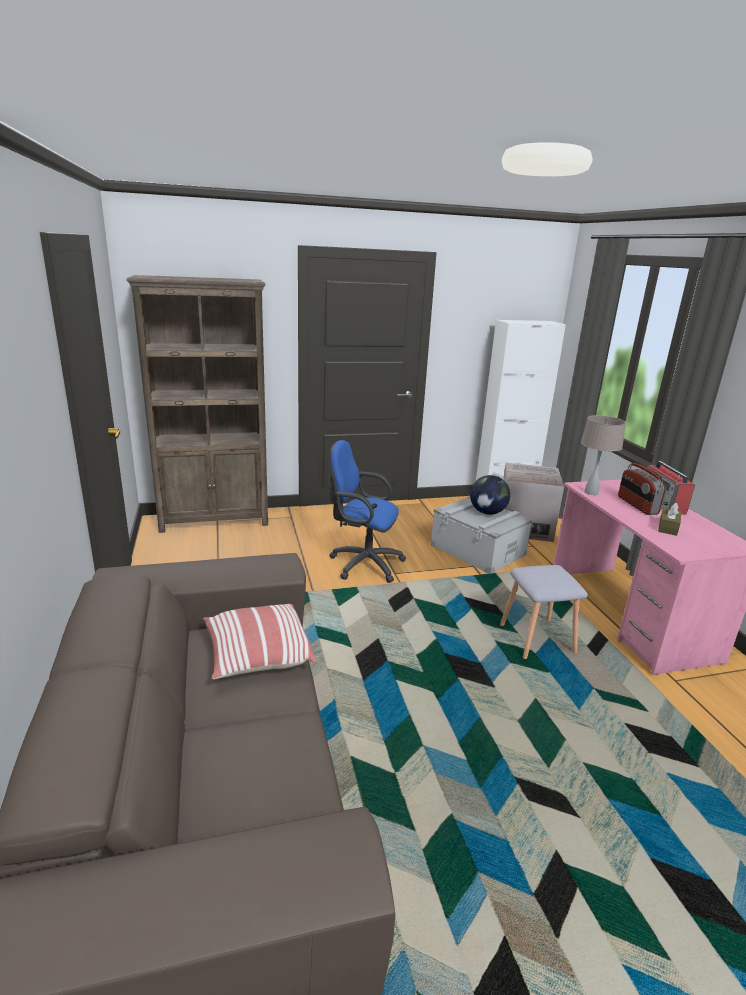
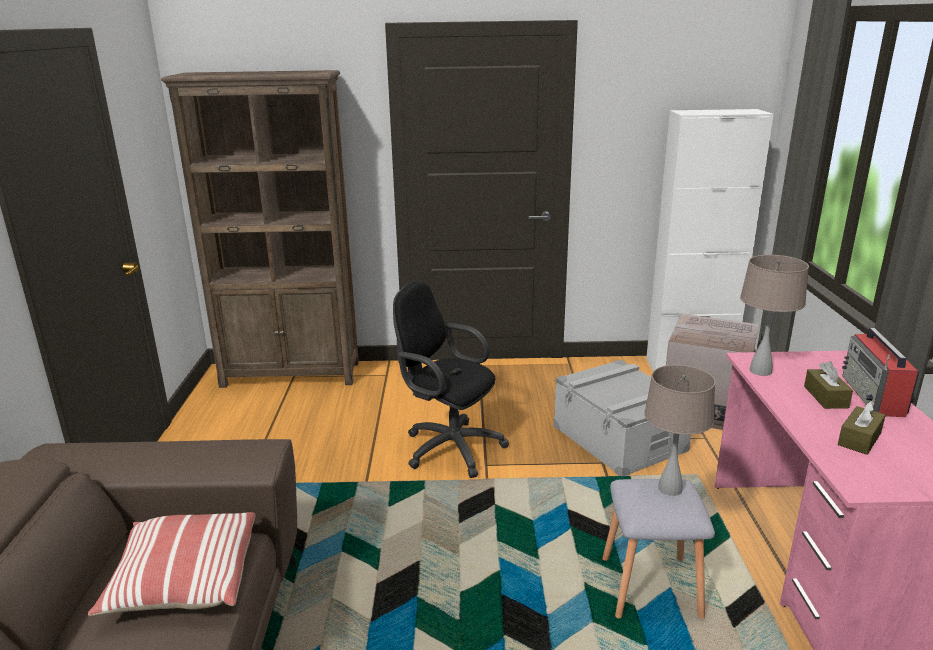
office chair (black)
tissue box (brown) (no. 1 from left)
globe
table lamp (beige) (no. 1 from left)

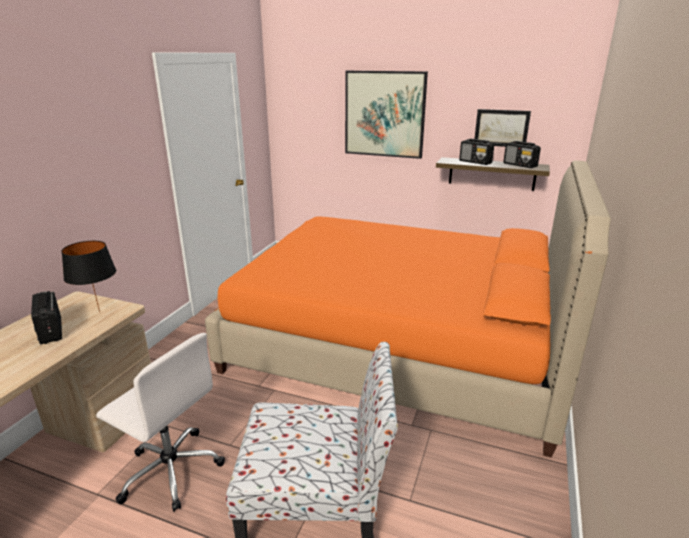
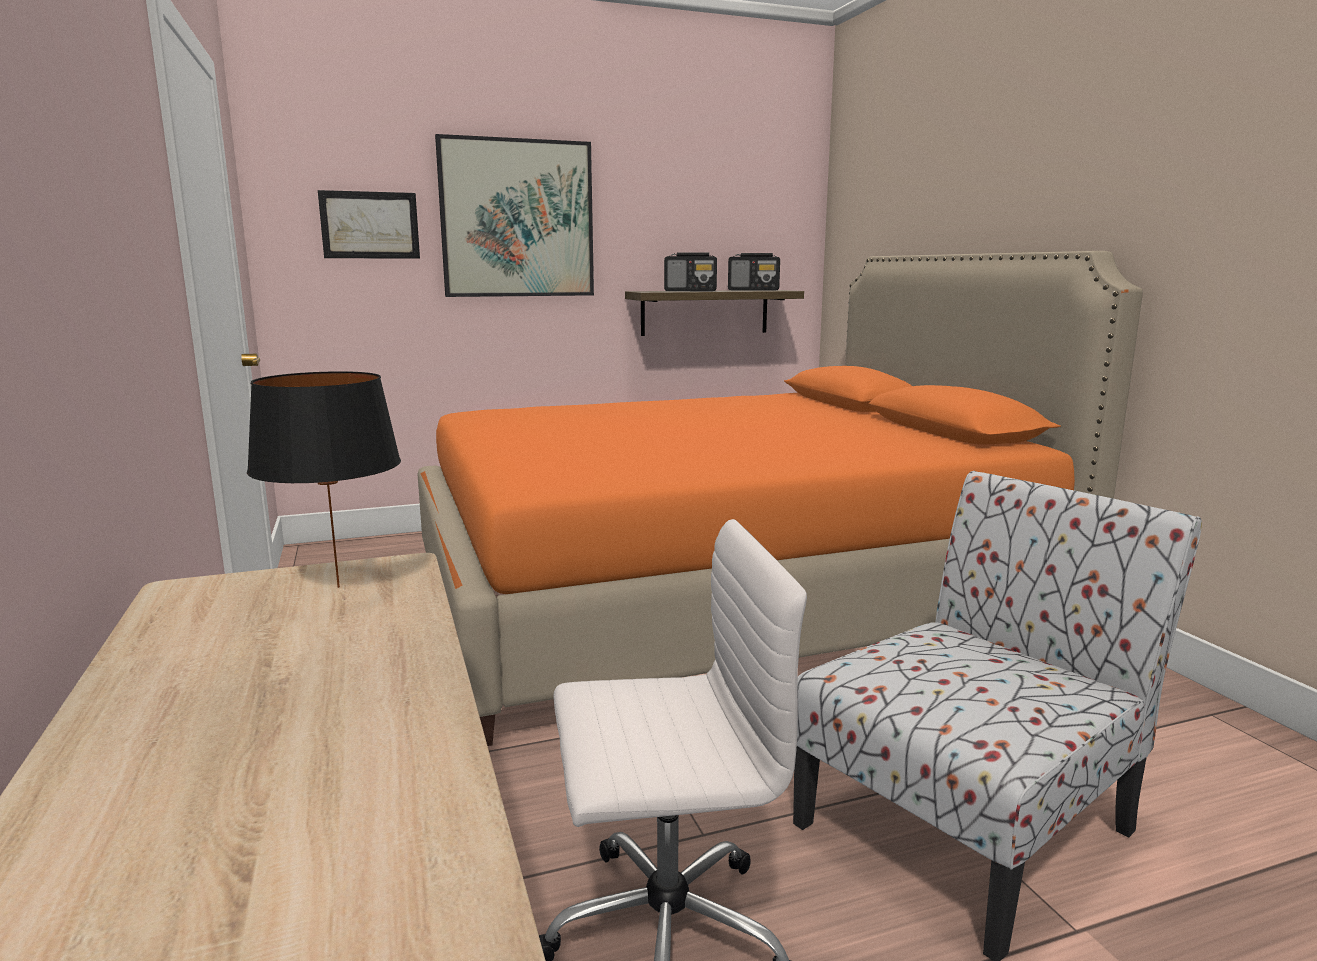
picture (no. 1 from left)
radio (no. 1 from left in the first image)

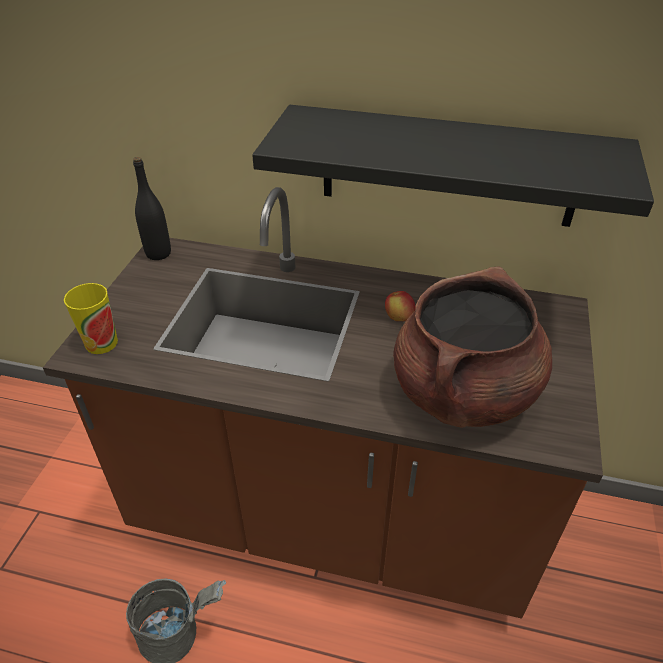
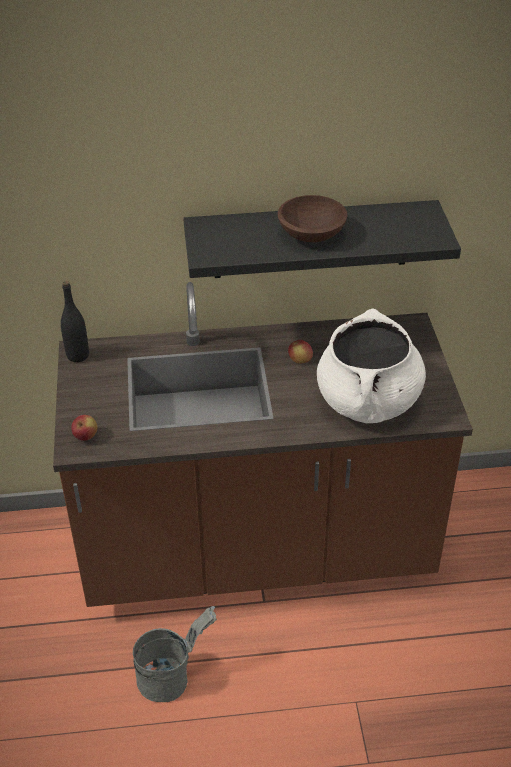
cooking pot (white)
apple (no. 1 from left)
bowl (brown)

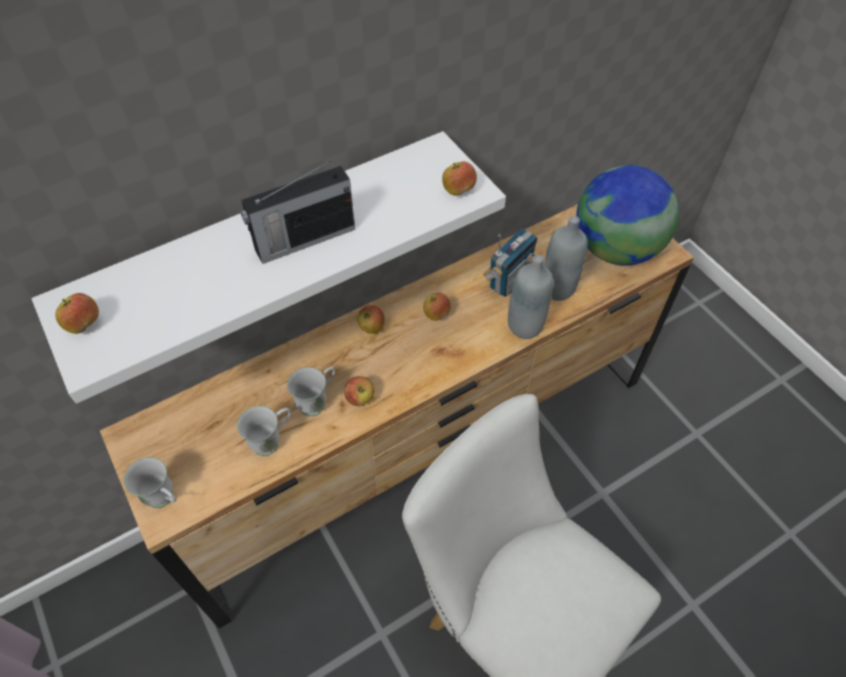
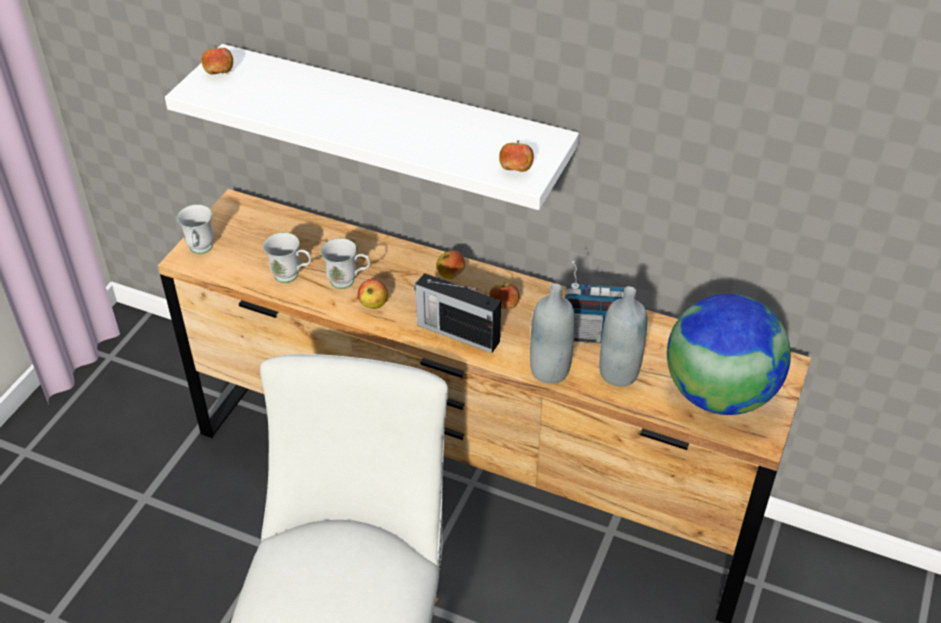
radio (no. 1 from left)

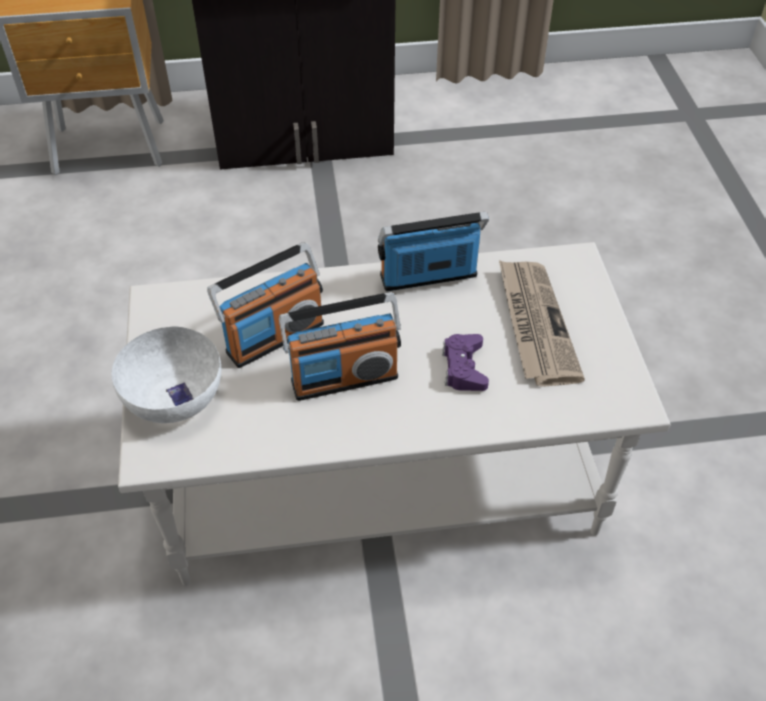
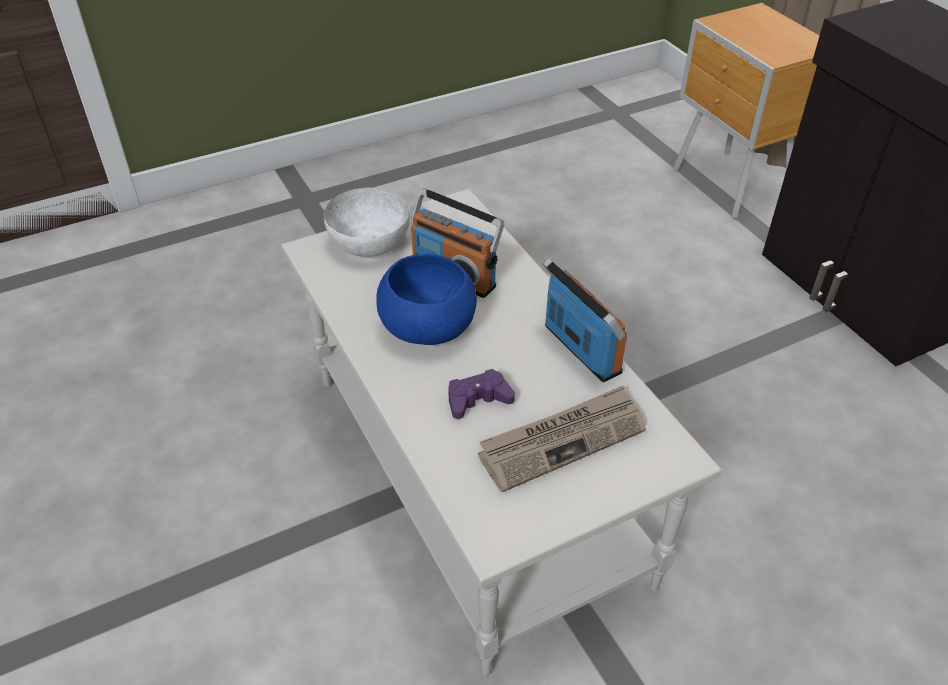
bowl (blue)

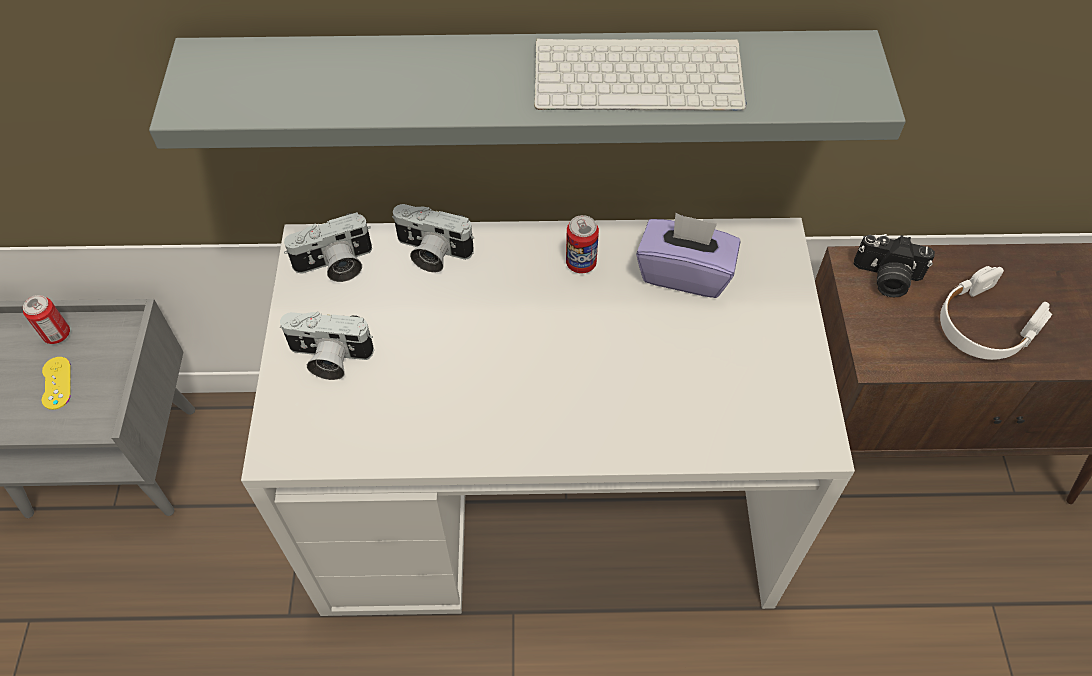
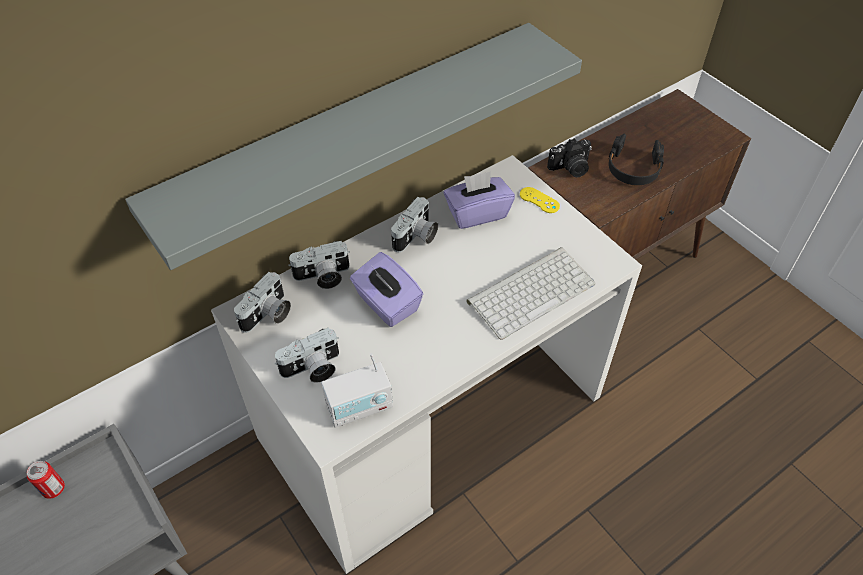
keyboard
photo camera (no. 4 from left)
headphones (black)
game controller (yellow)
tissue box (purple) (no. 1 from left)
radio

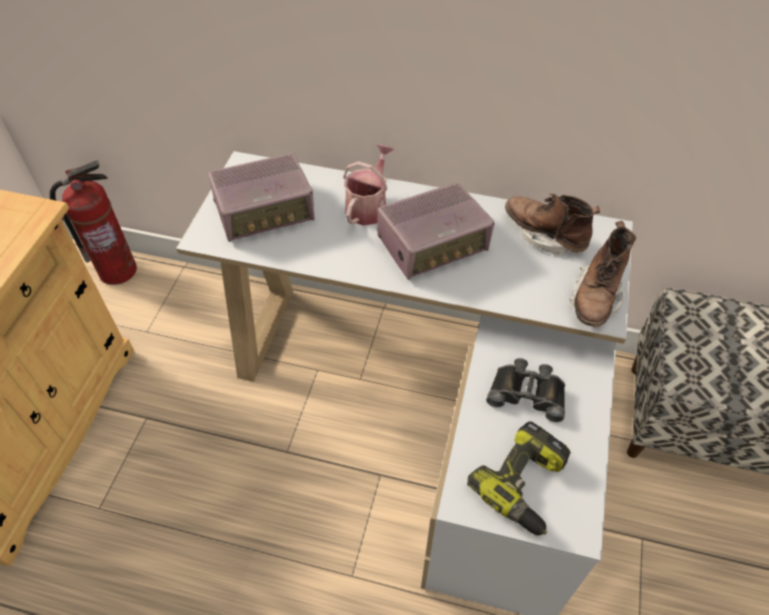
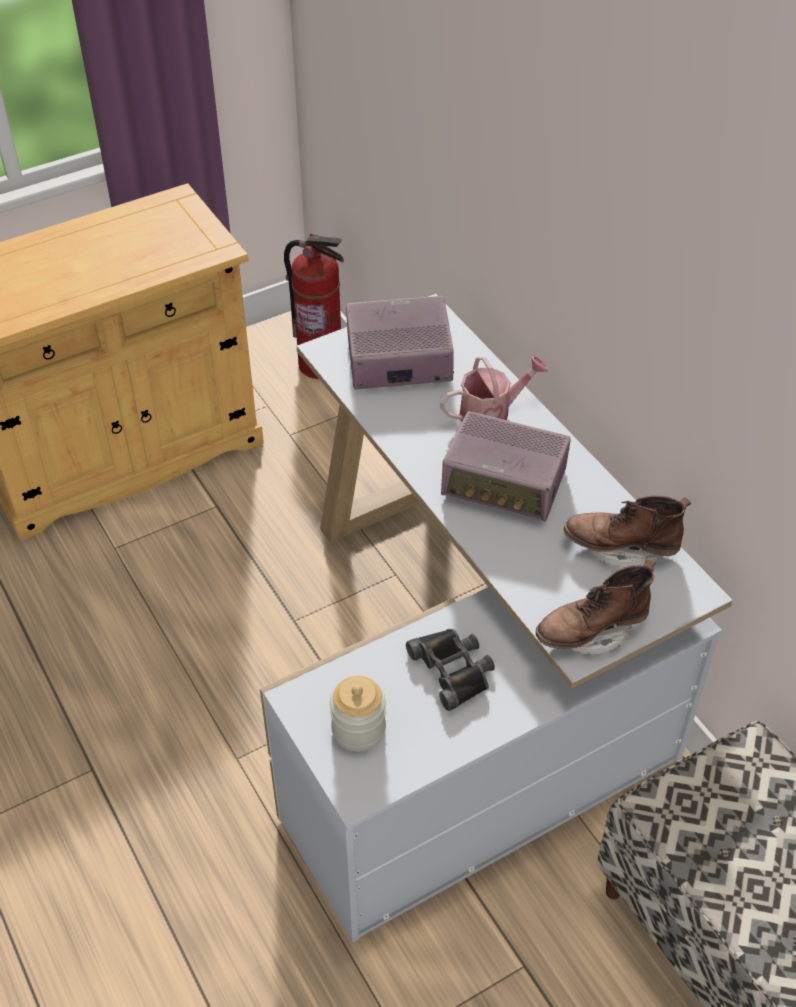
radio (no. 1 from left)
boot (brown) (no. 2 from left)
jar

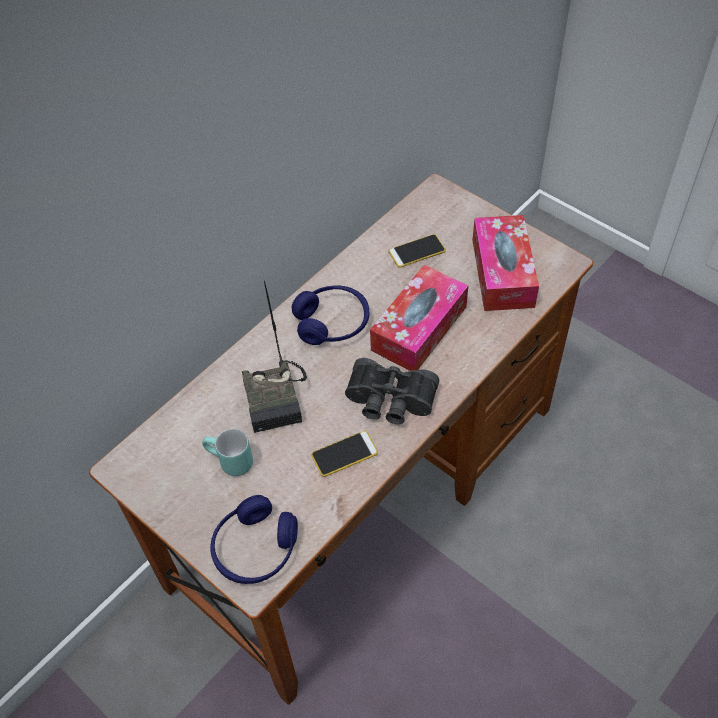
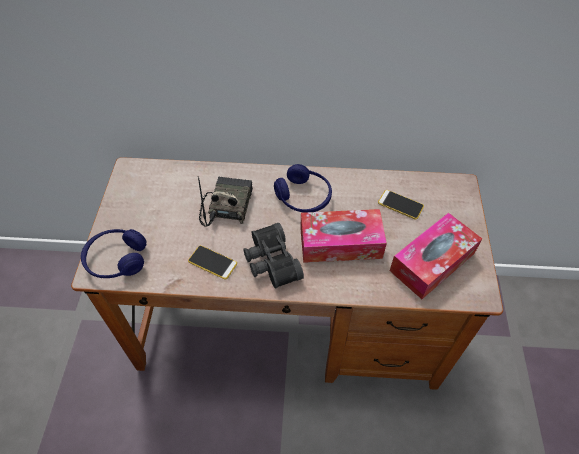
radio
mug (turquoise)

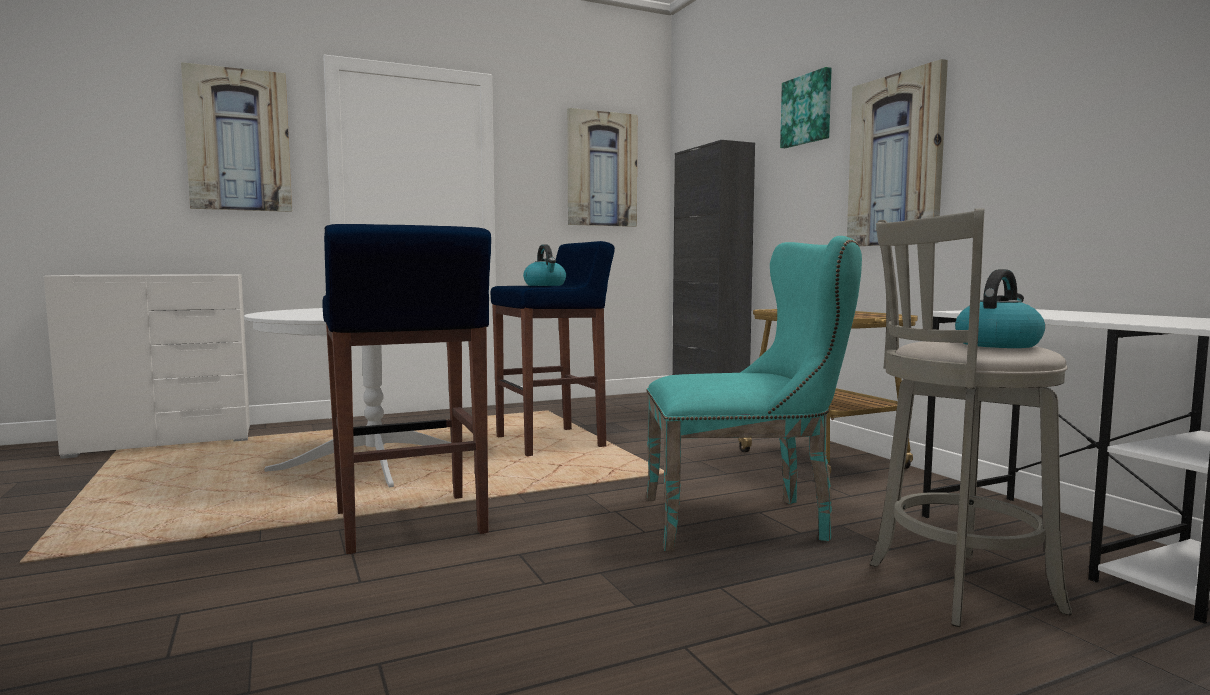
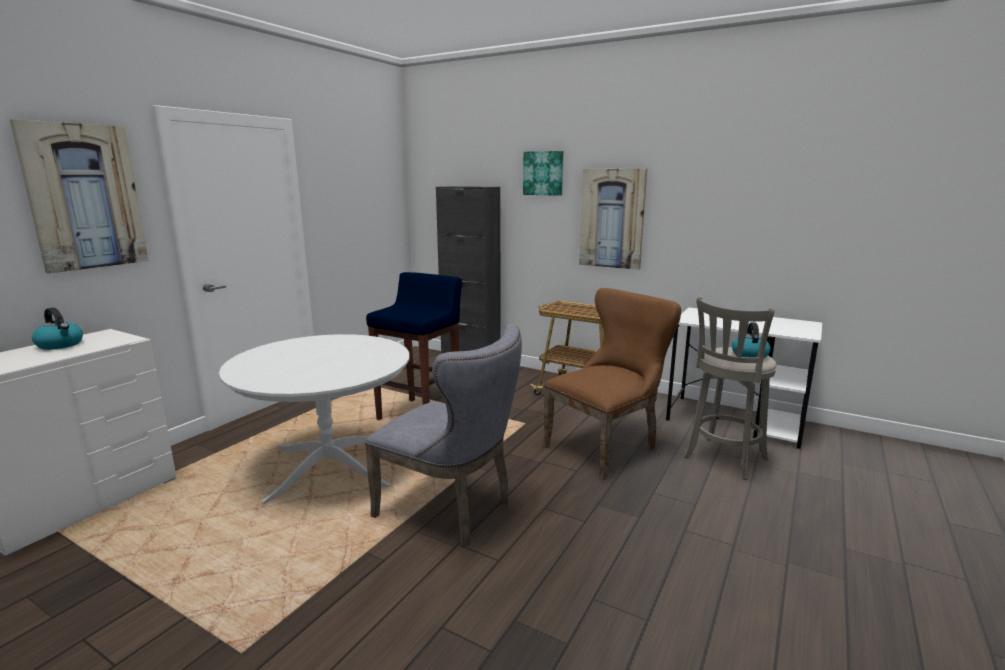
picture (no. 2 from left in the first image)
chair (grey)
chair (brown)
kettle (no. 1 from left)

